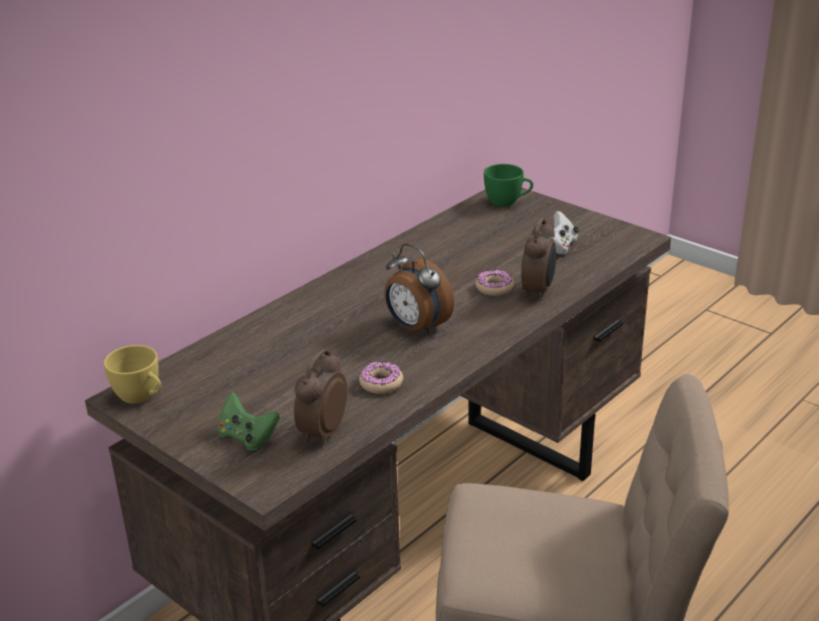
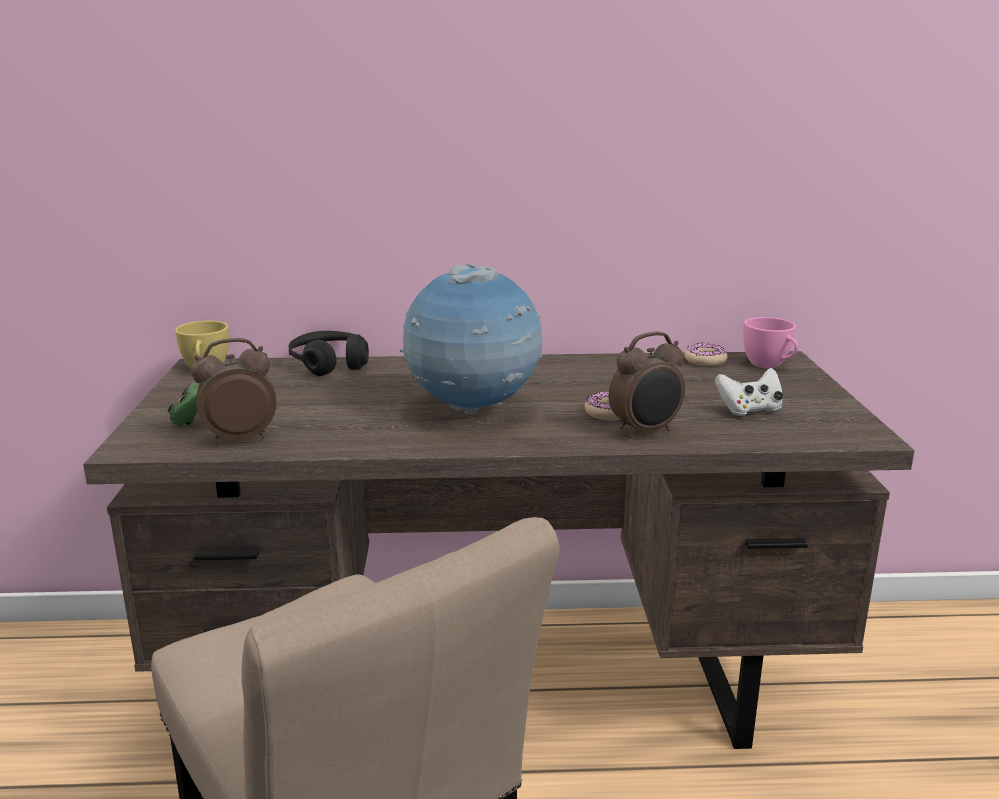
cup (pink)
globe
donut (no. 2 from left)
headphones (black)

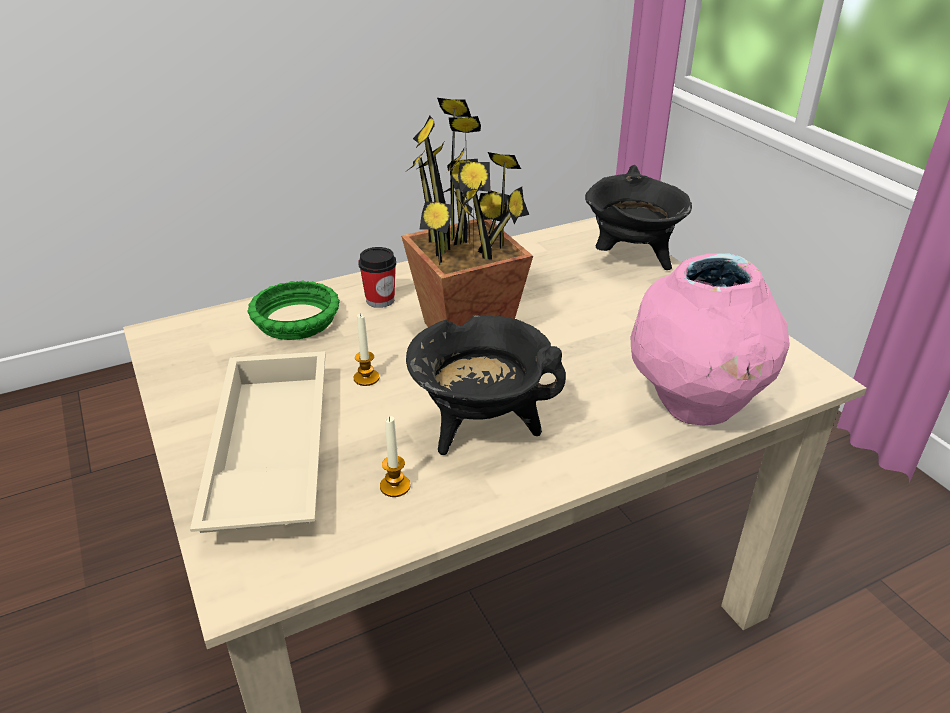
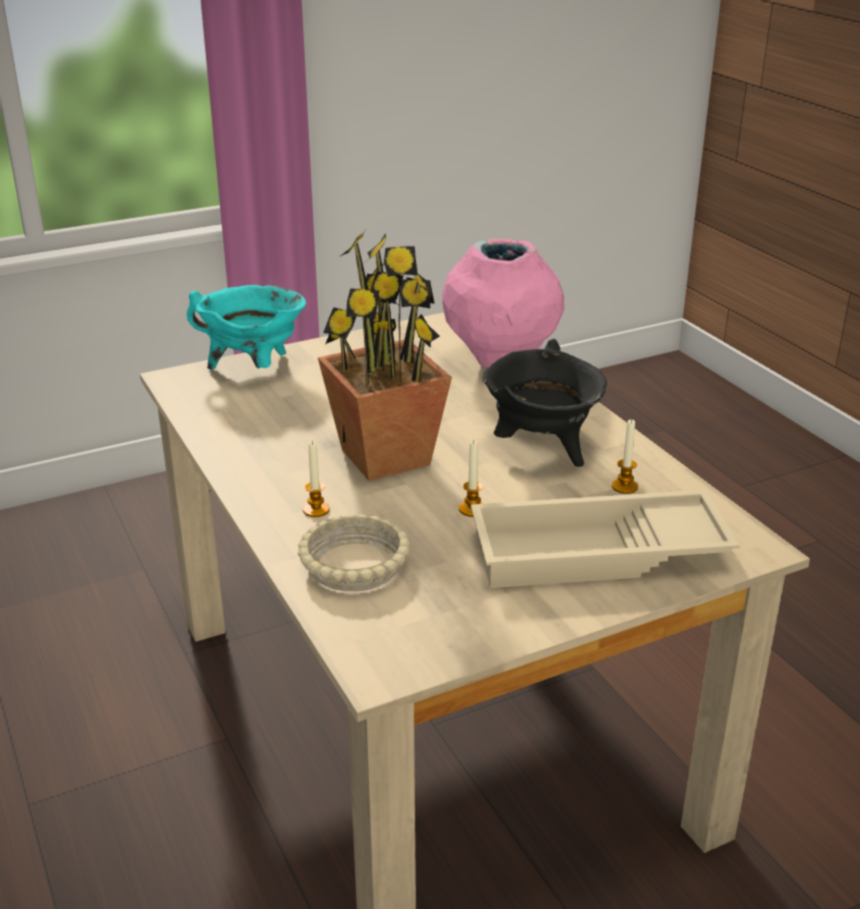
cooking pot (turquoise)
candle (no. 1 from left)
bowl (beige)

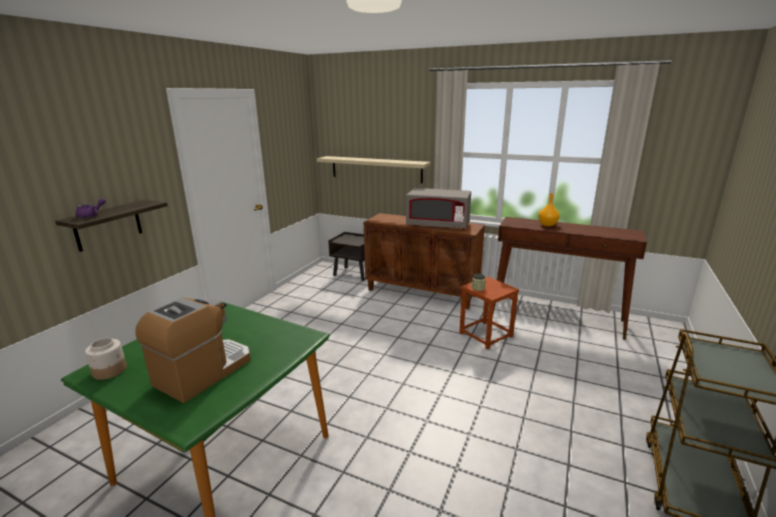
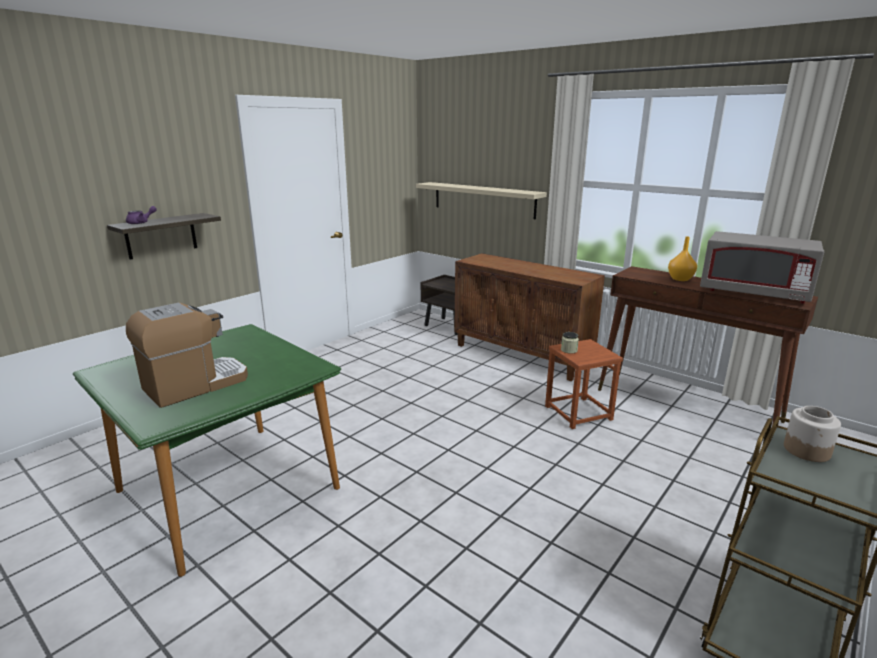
microwave (grey)
jar (no. 2 from left)

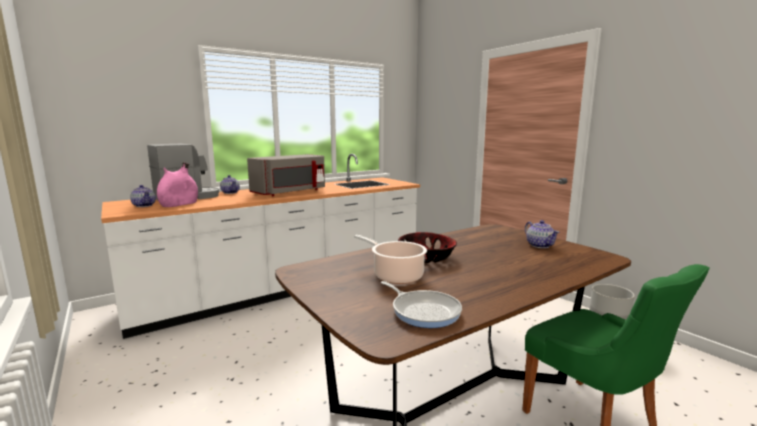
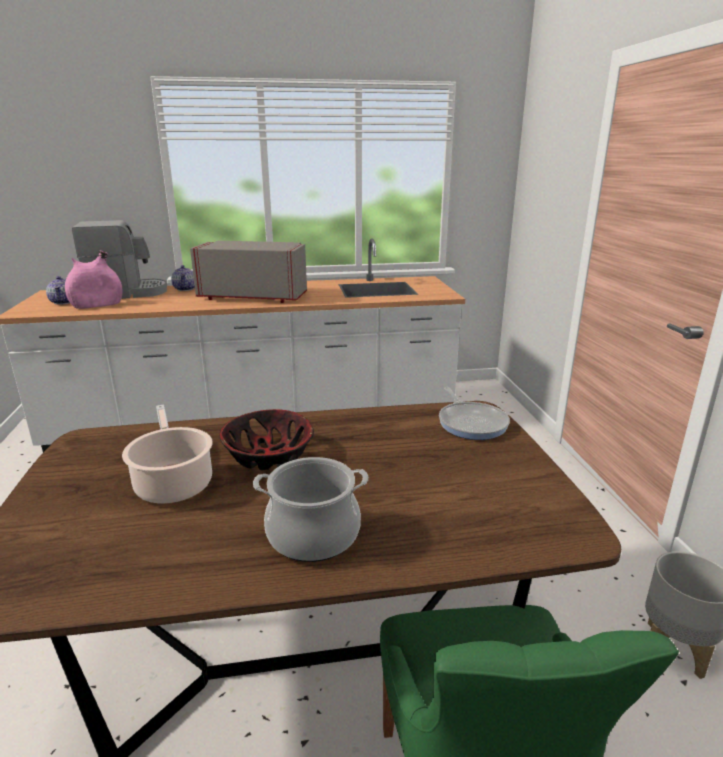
microwave (grey)
teapot (no. 3 from left in the first image)
frying pan
cooking pot (no. 2 from left)

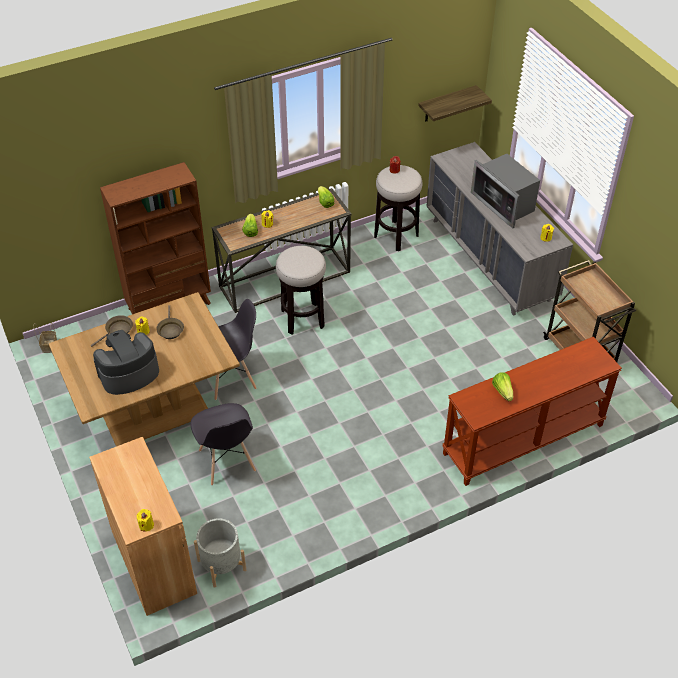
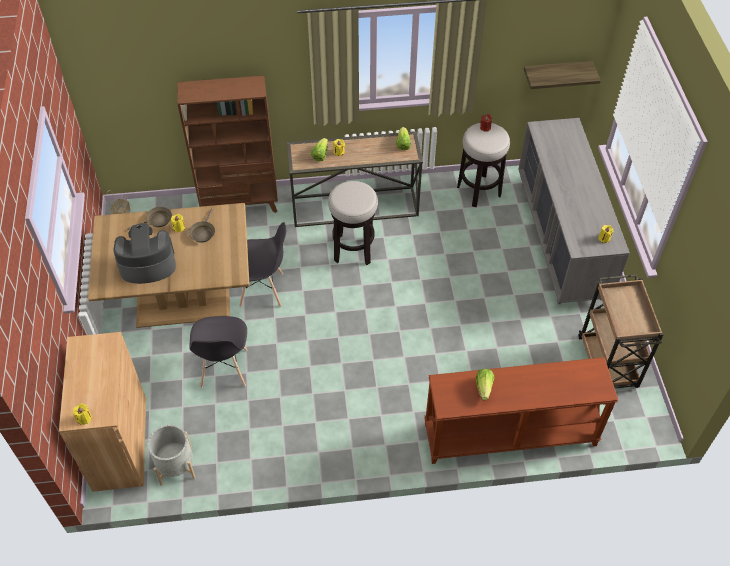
microwave

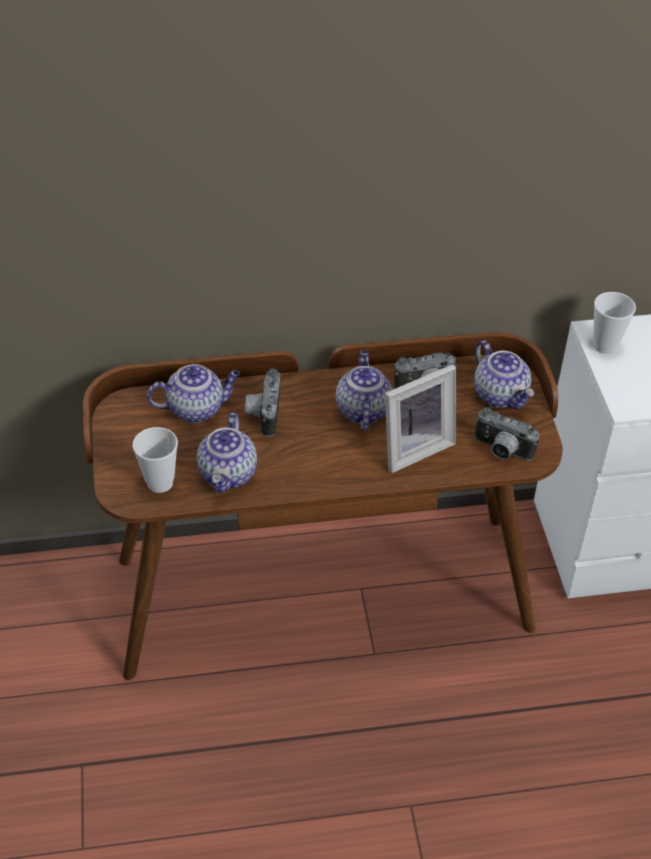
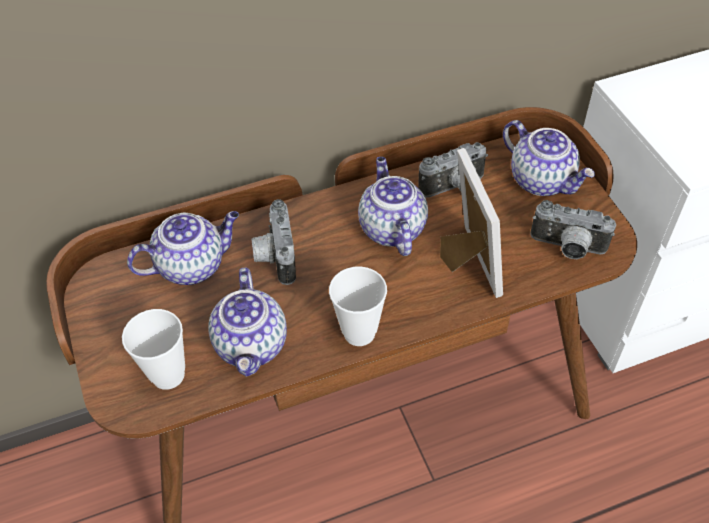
cup (no. 2 from left)
picture frame

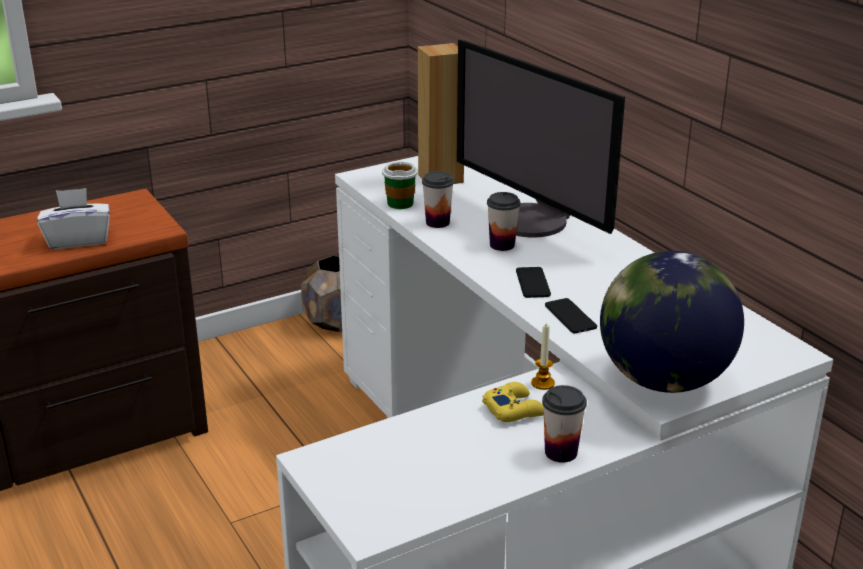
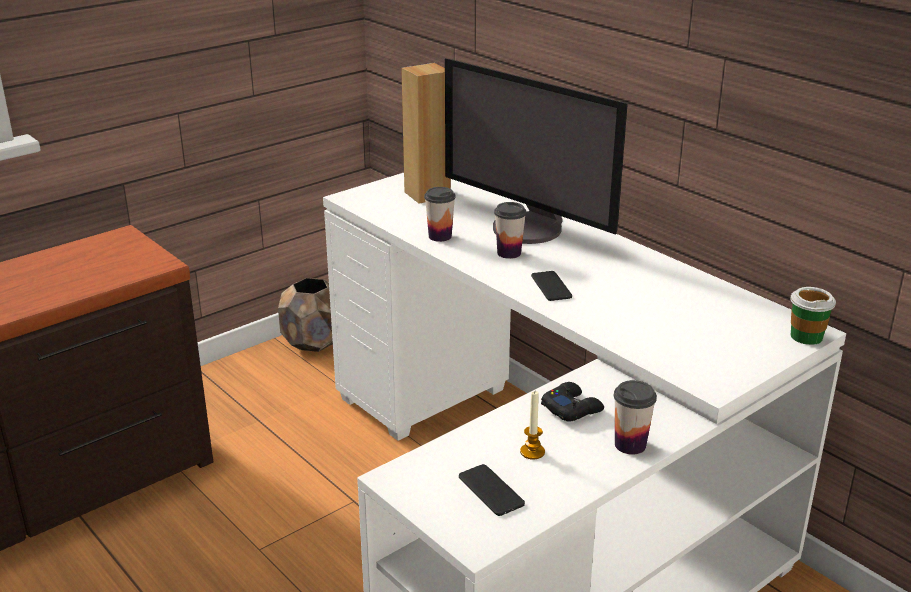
cup (no. 4 from left)
tissue box (white)
globe
phone (no. 1 from left)
candle
game controller (black)

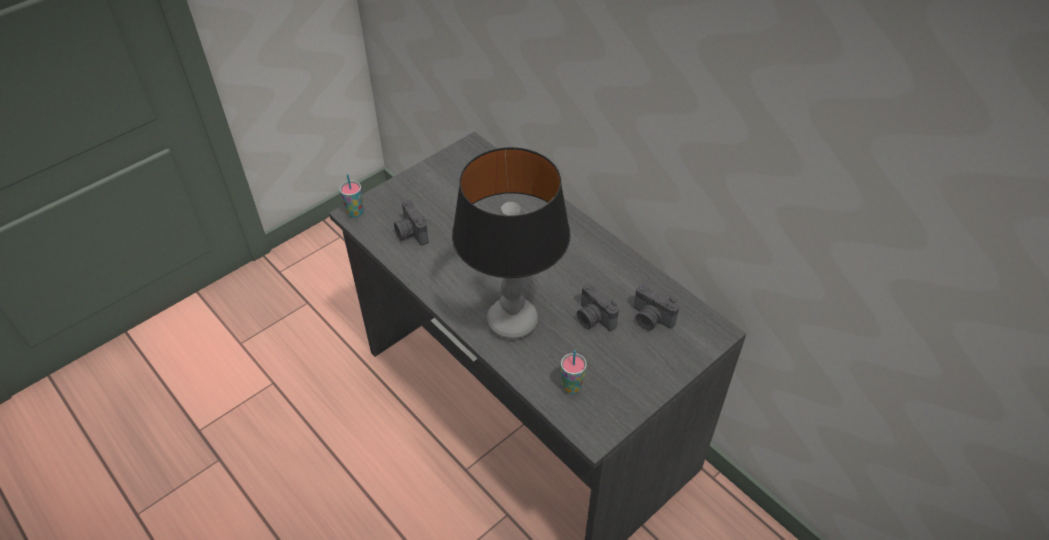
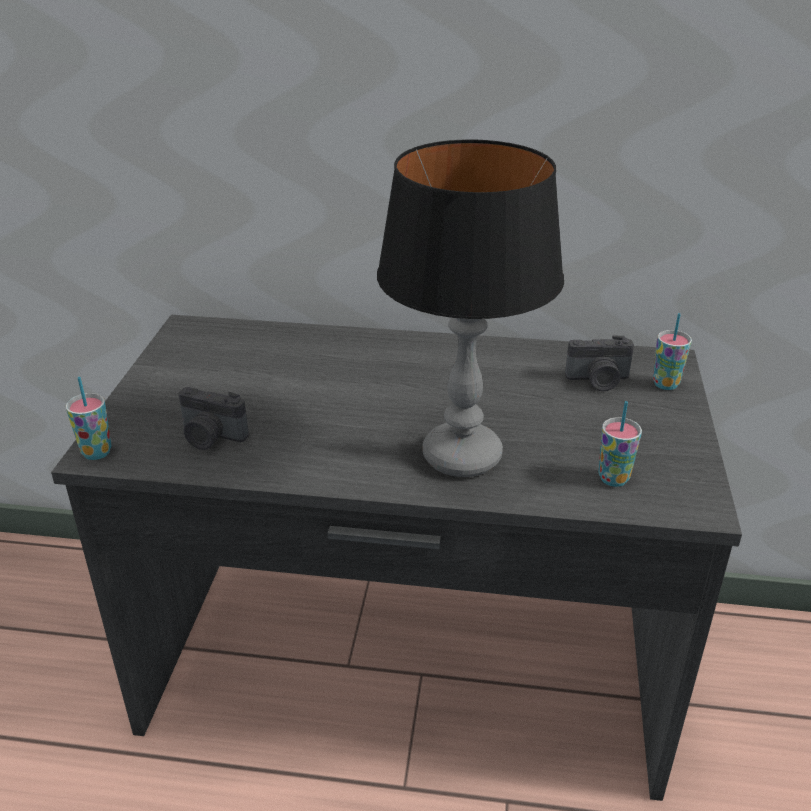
photo camera (no. 2 from left in the first image)
cup (no. 3 from left)

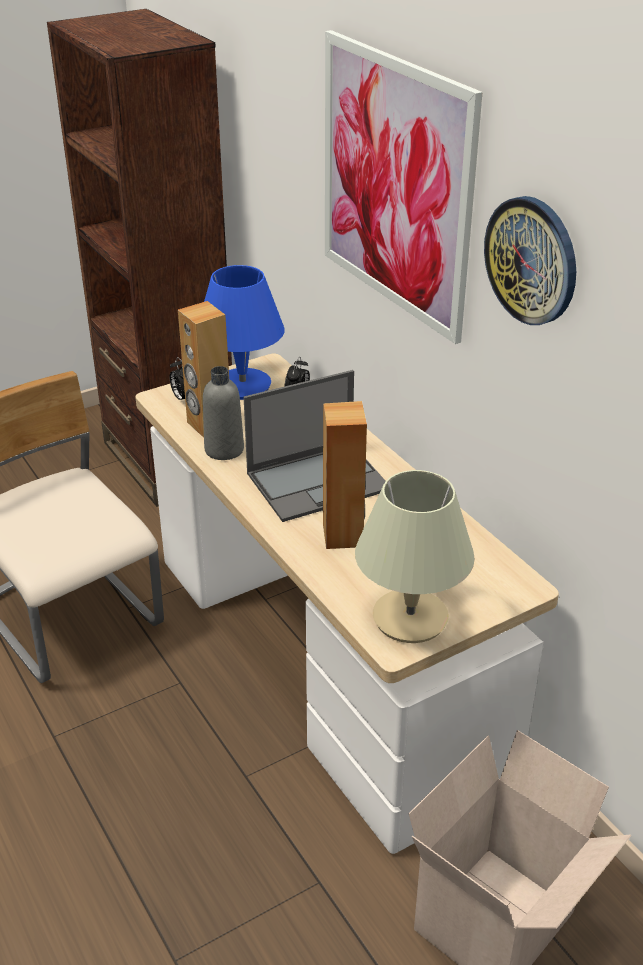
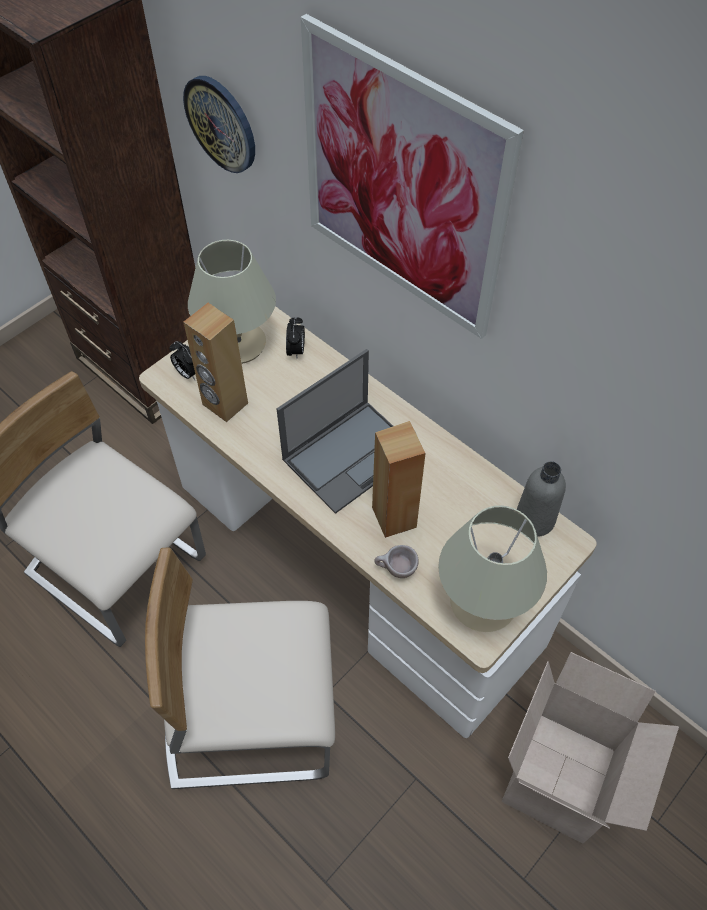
wall clock
table lamp (beige) (no. 1 from left)
bottle (grey)
cup (beige)
chair (beige) (no. 2 from left)

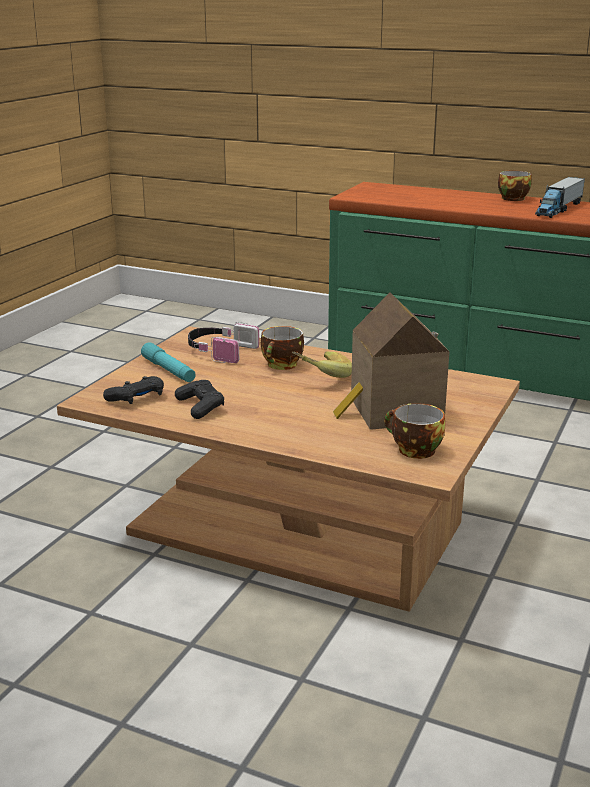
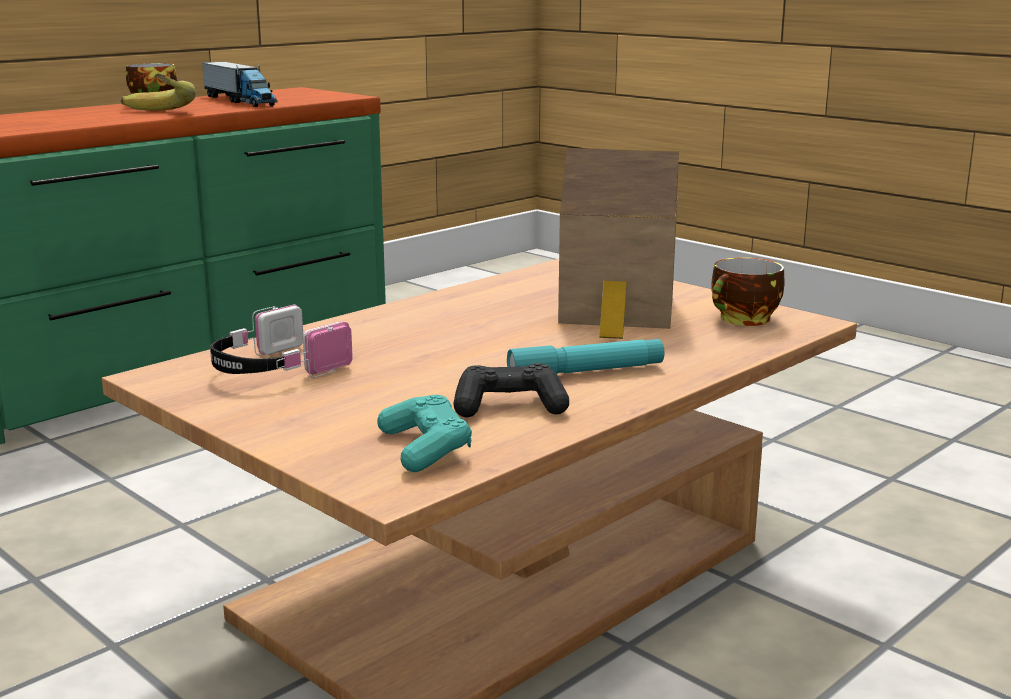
cup (no. 1 from left in the first image)
flashlight (turquoise)
banana
game controller (turquoise)

